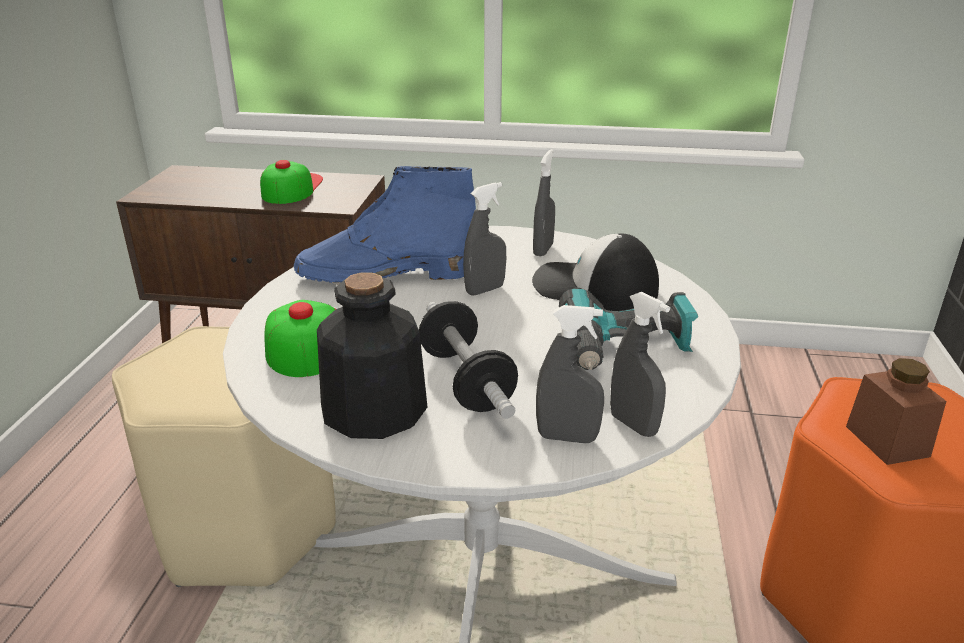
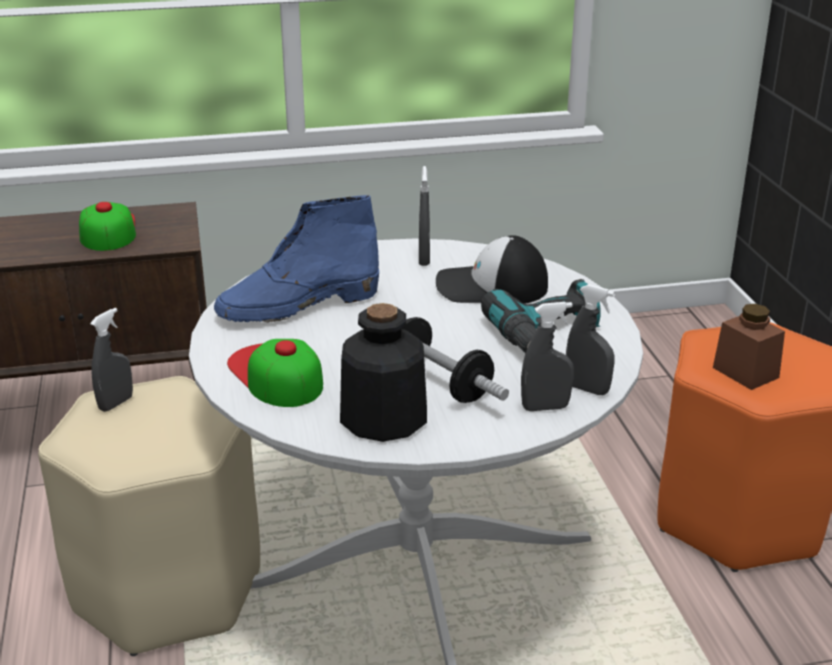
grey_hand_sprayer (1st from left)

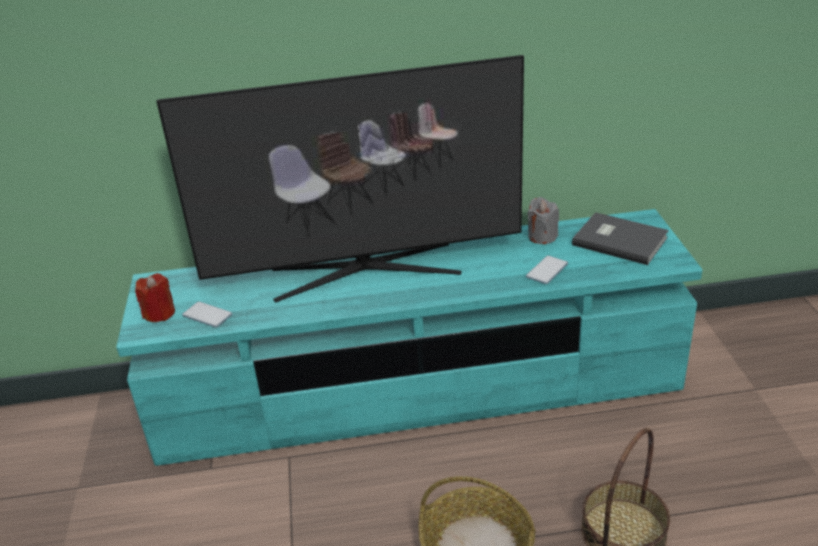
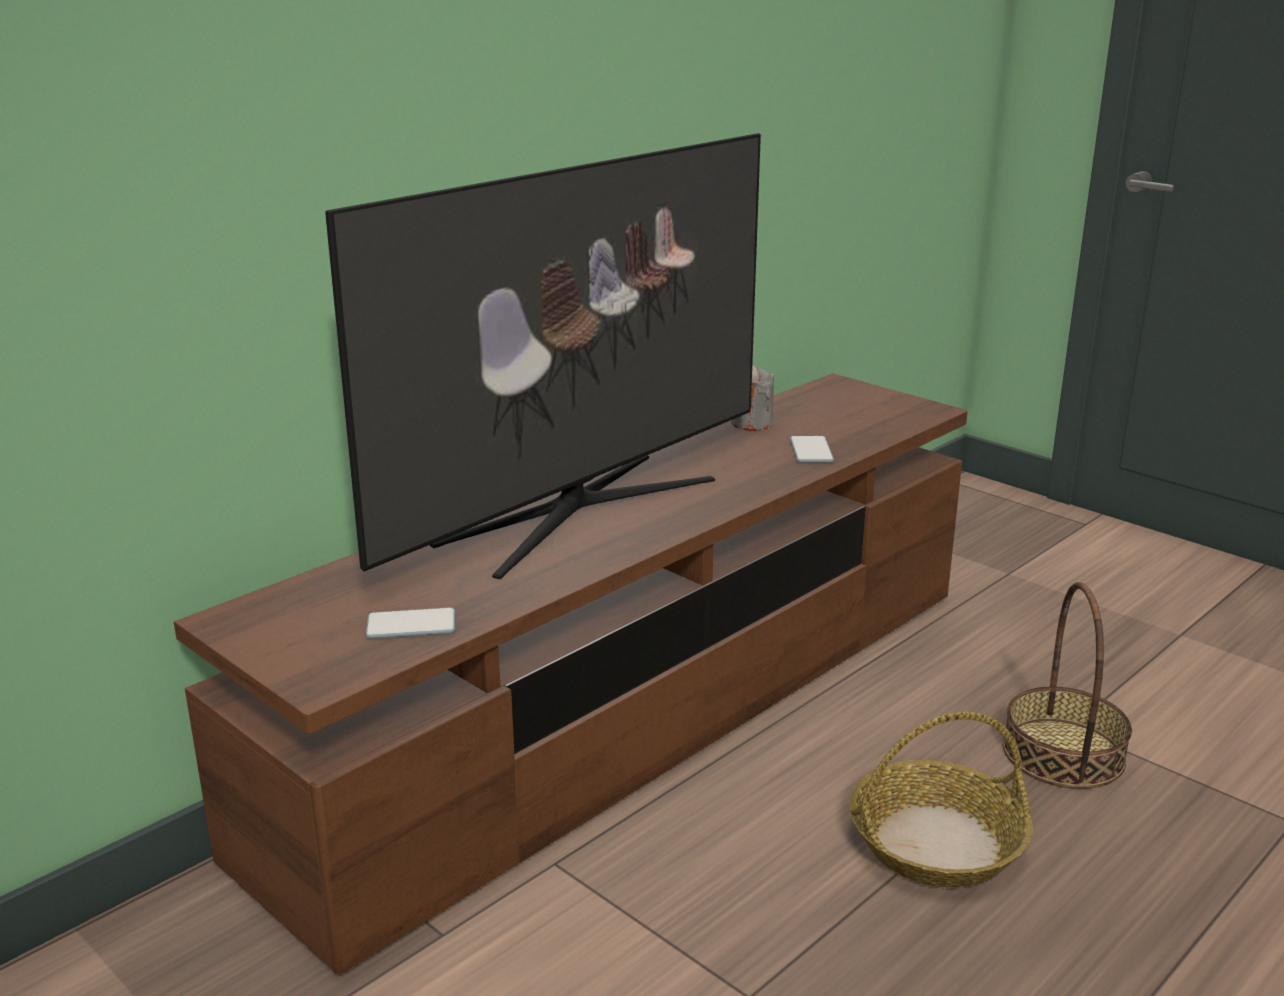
brownish_tv_stand
reddish_wax_candle
grey_bound_book

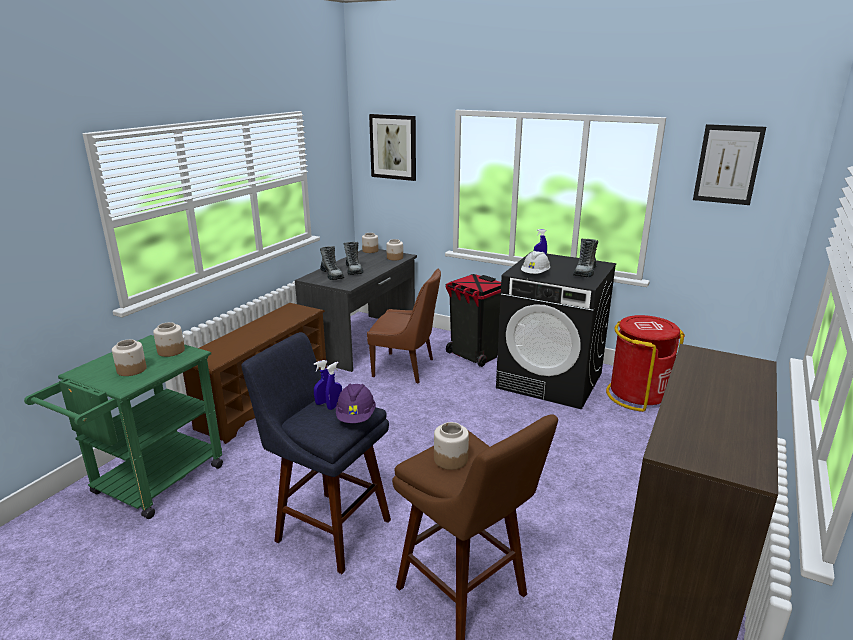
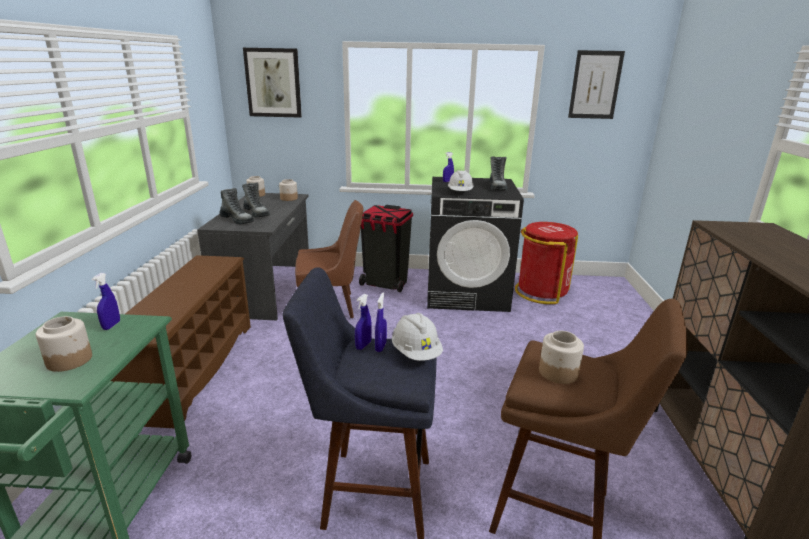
blue_hand_sprayer (1st from left)
white_hard_hat (1st from left)

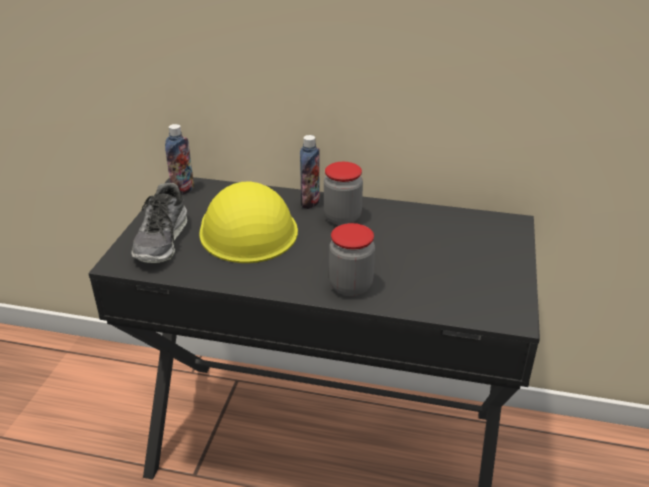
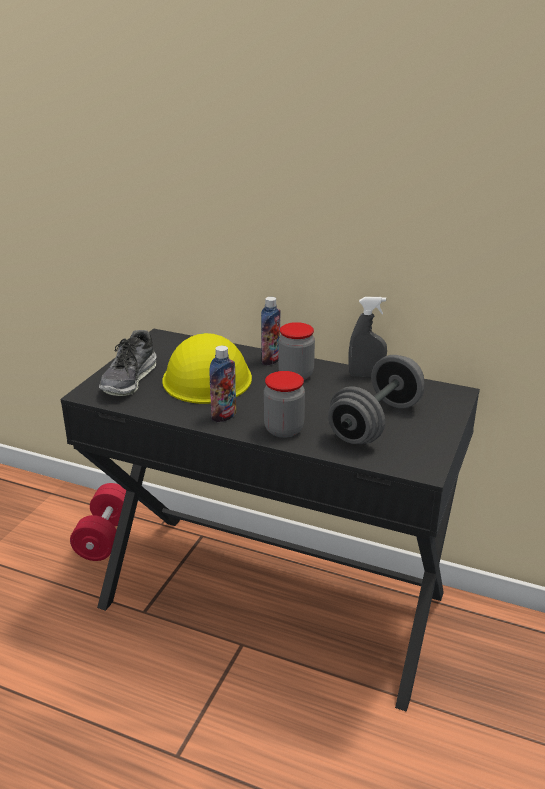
bottle (1st from left)
reddish_free_weight
grey_free_weight
grey_hand_sprayer

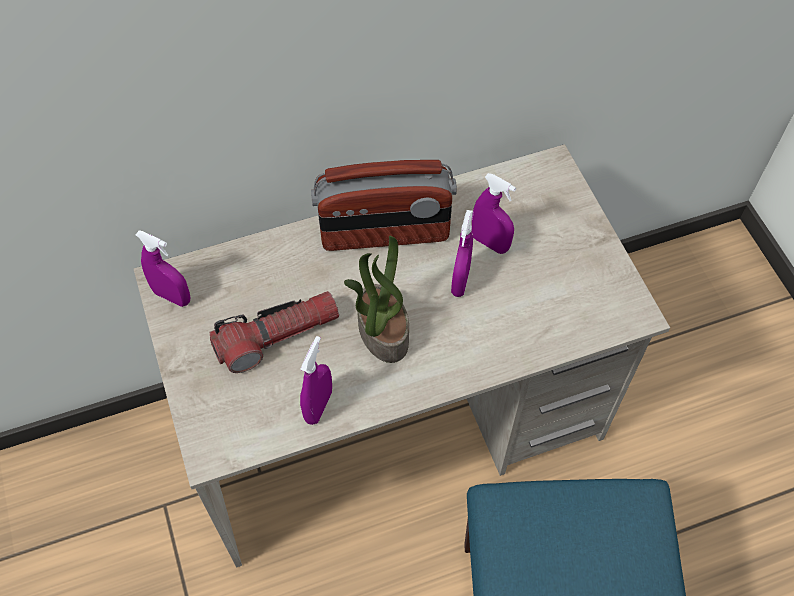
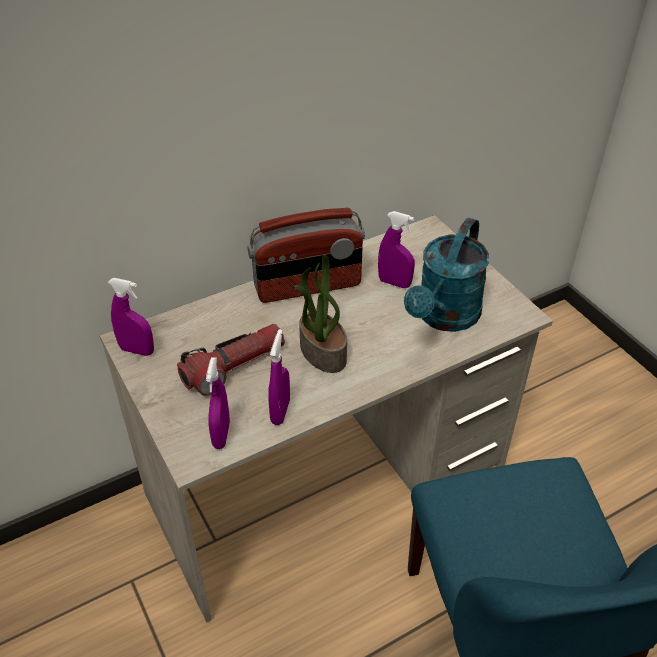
purple-coloured_hand_sprayer (2nd from left)
turquoise_sprinkling_can

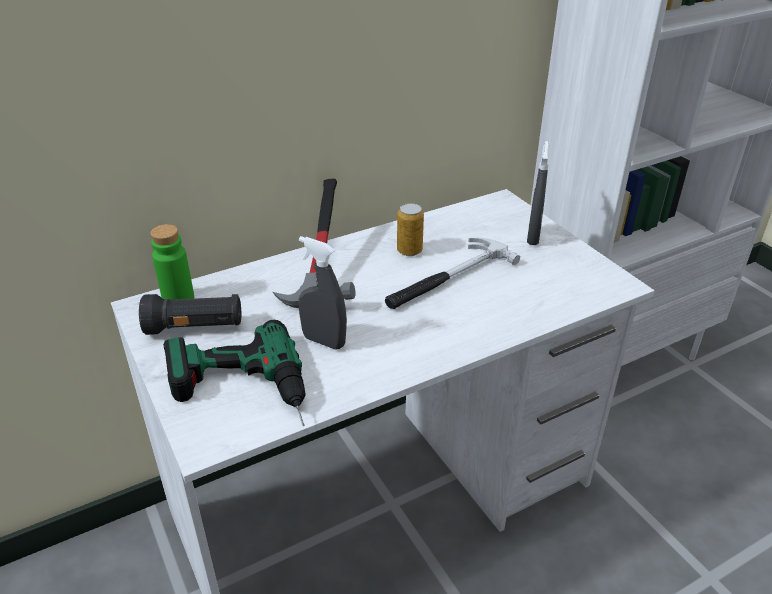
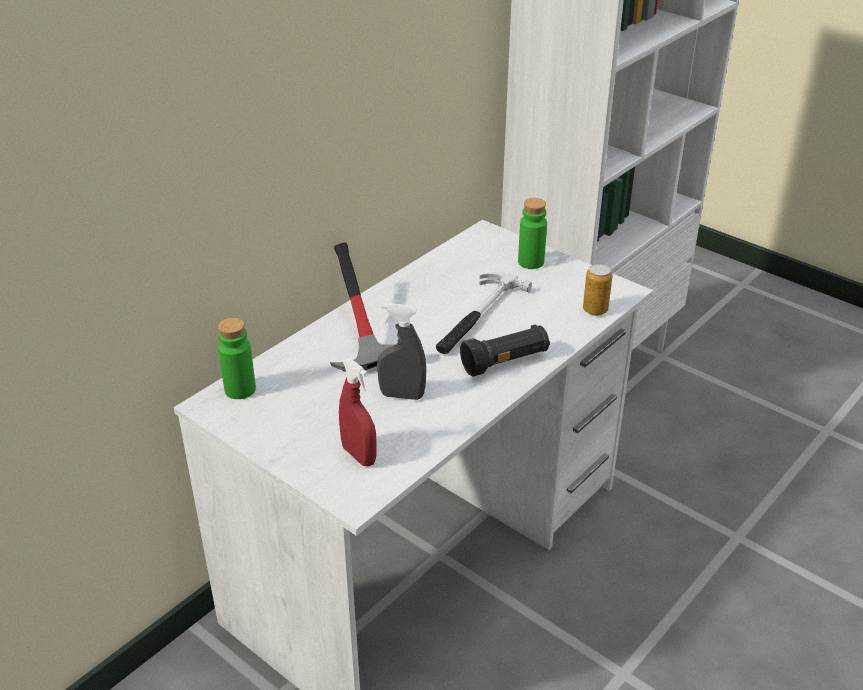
black-coloured_torch
reddish_hand_sprayer
metal_can
greenish_bottle (2nd from left)

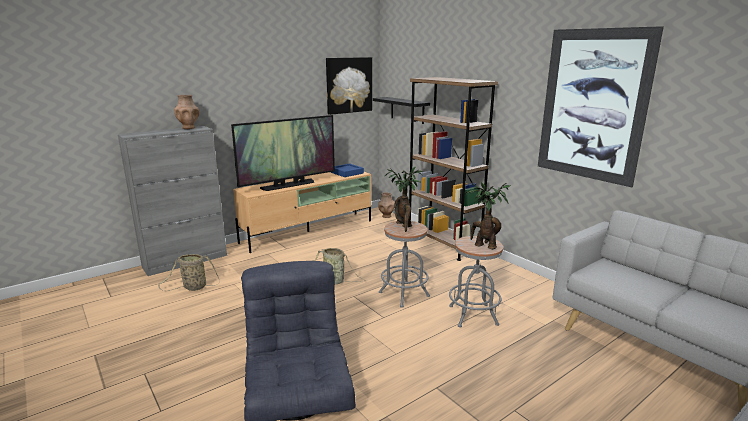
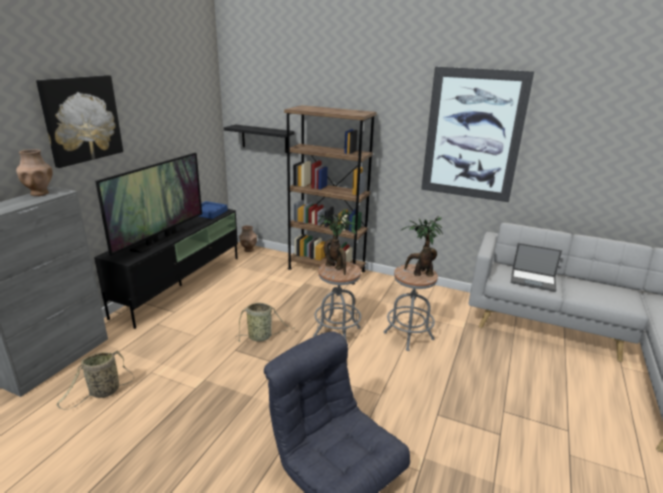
black-coloured_tv_stand
wall_picture (1st from left)
portable_computer

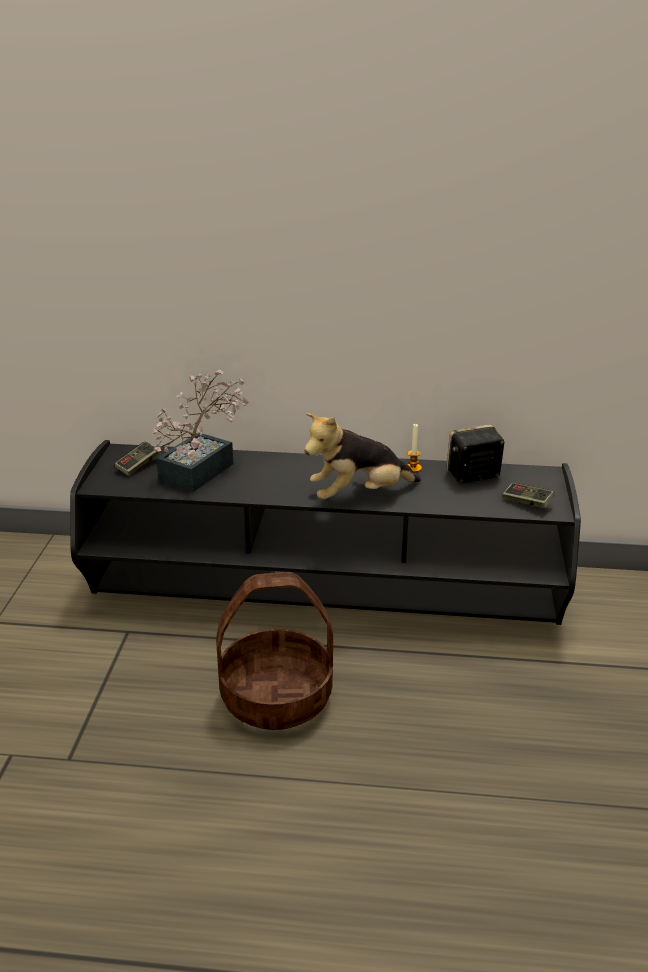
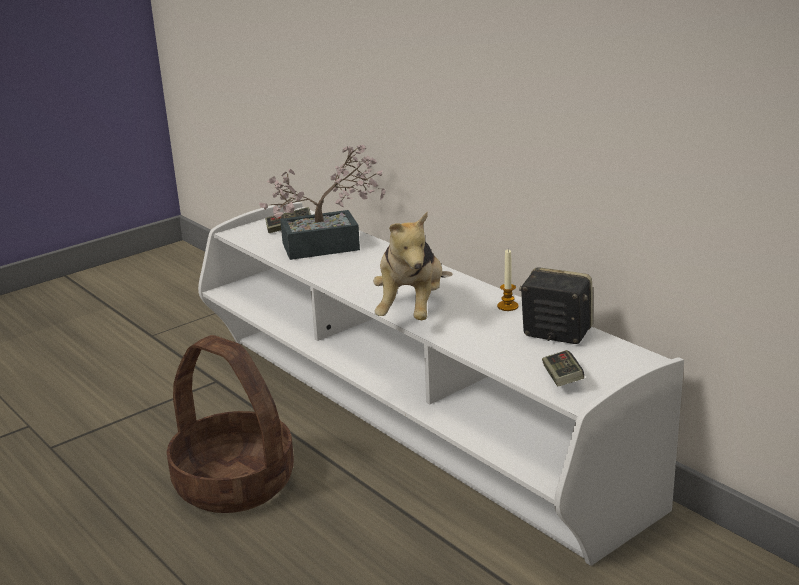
white_tv_stand
cuddly_toy

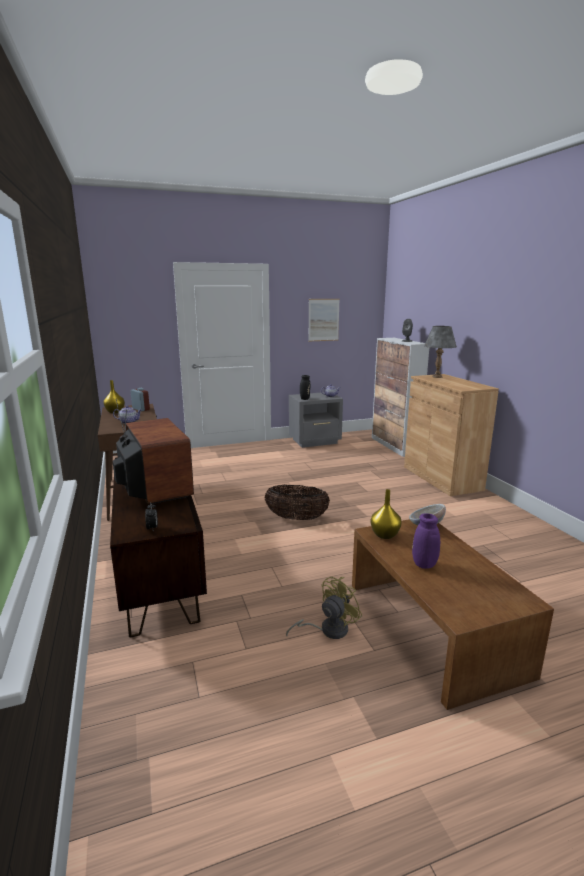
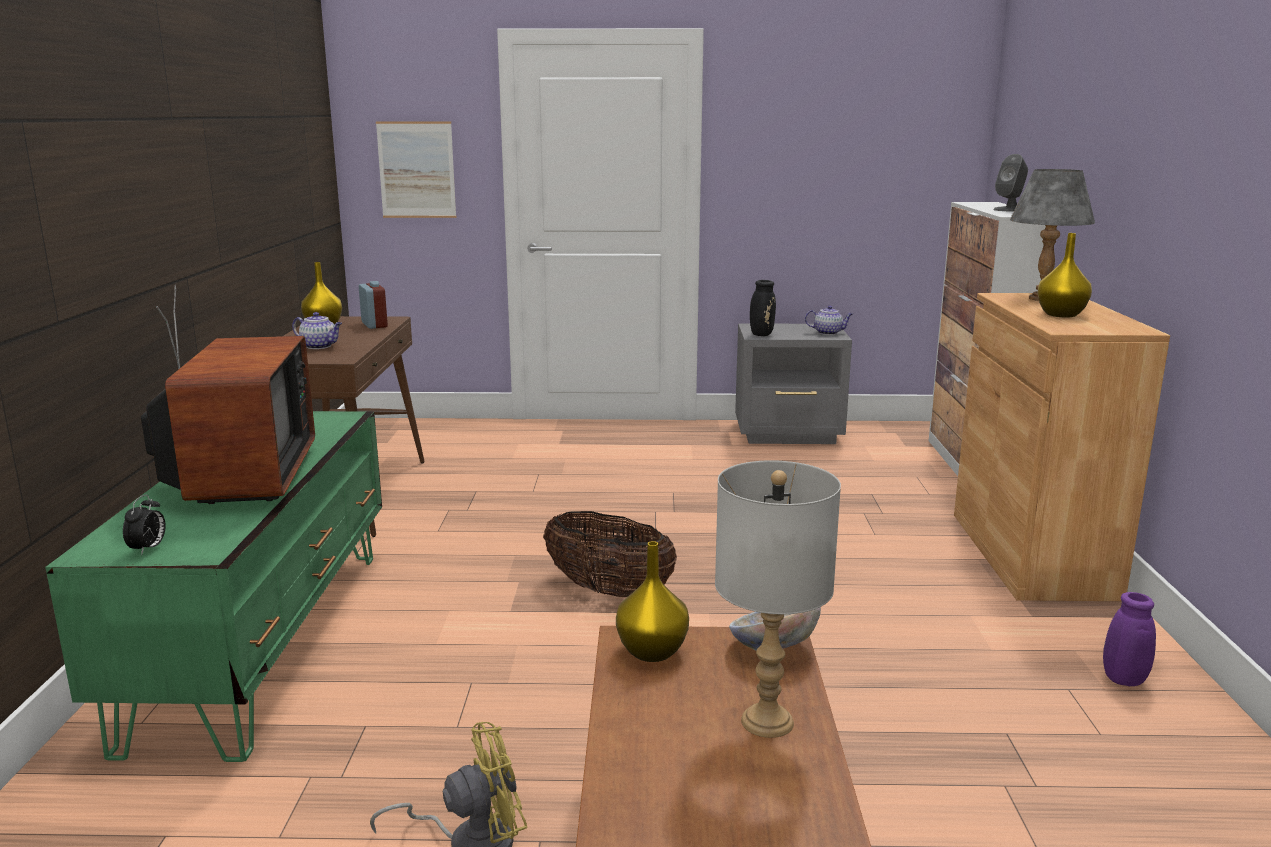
greenish_tv_stand
wall_picture
purple-coloured_decorative_vase
grey_tabletop_lamp (1st from left)
yellow_decorative_vase (3rd from left)

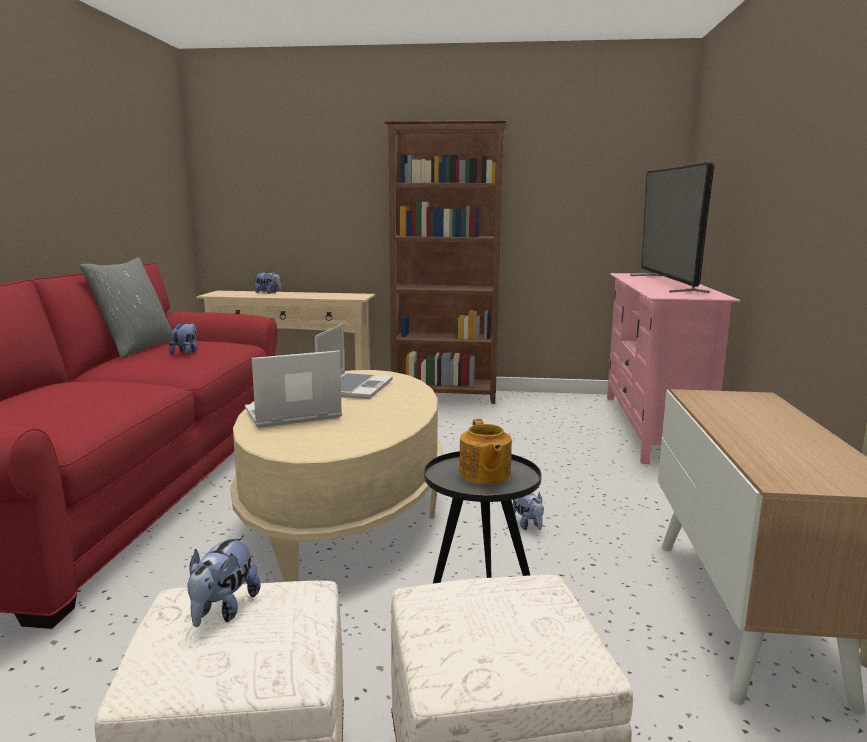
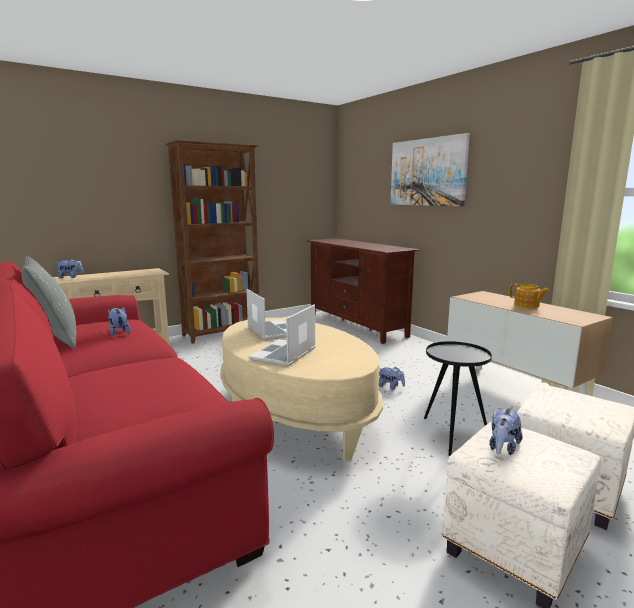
cuddly_toy (4th from left)
teapot
brownish_tv_stand
TV
wall_picture

